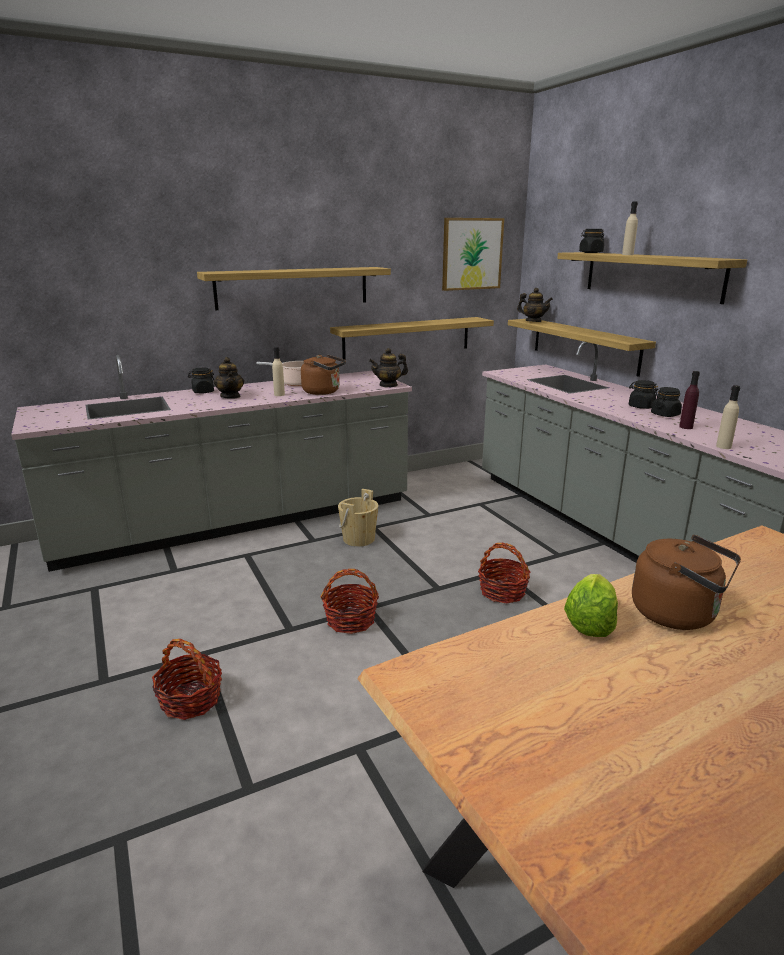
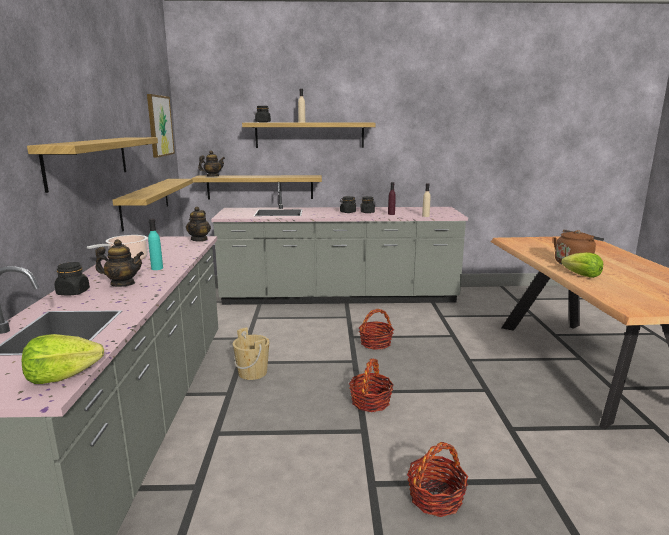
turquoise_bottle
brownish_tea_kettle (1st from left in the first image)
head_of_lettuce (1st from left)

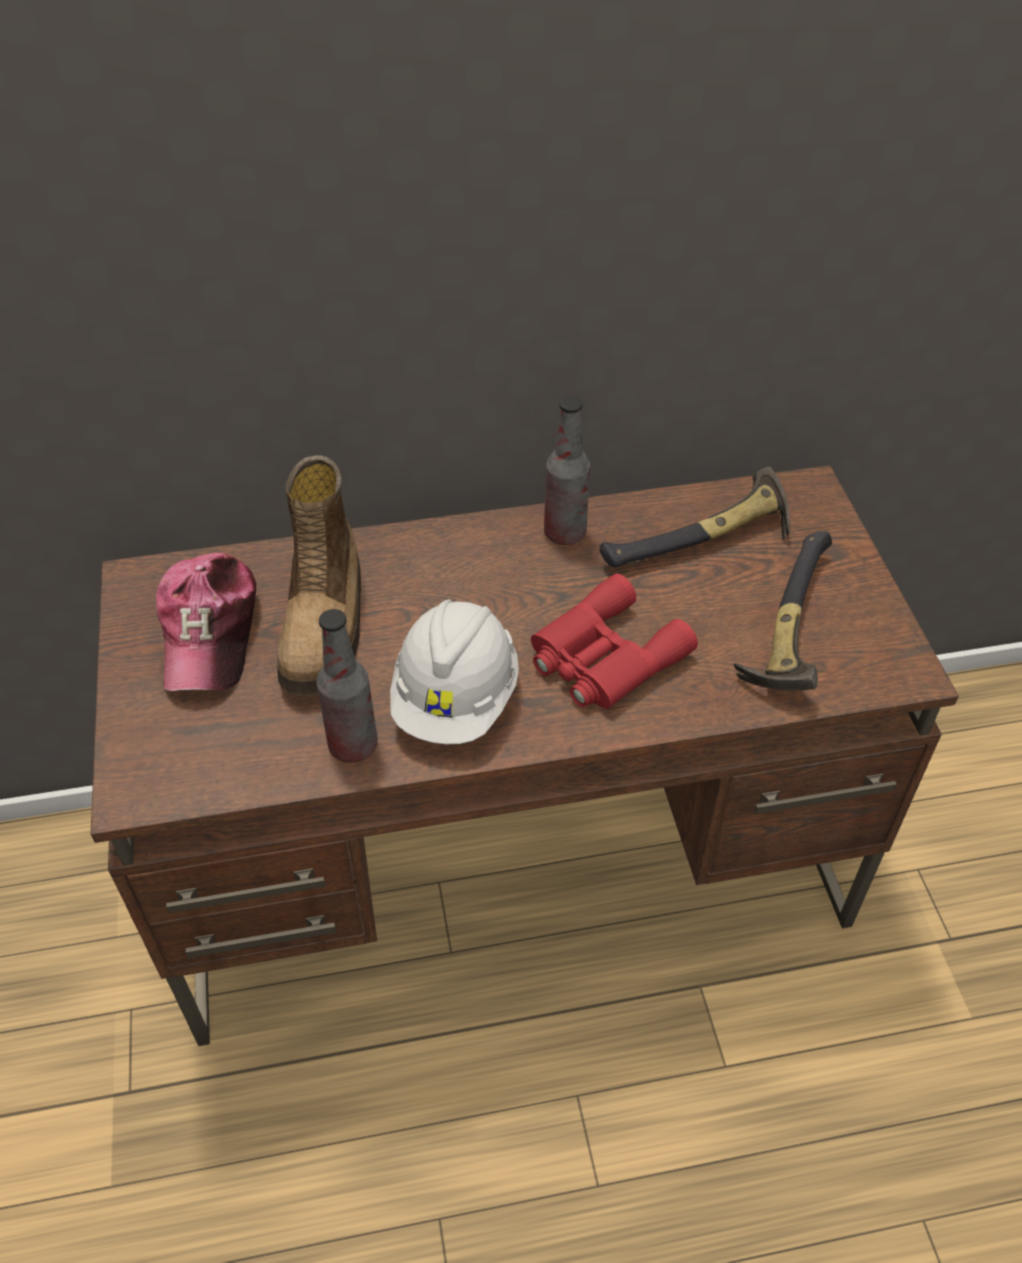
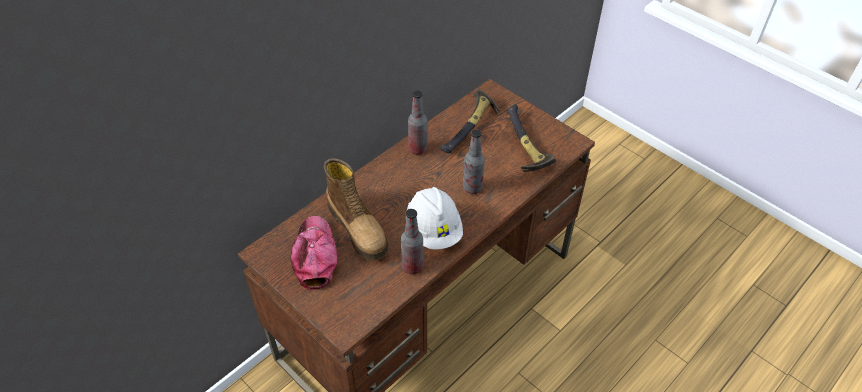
baseball_cap
bottle (3rd from left)

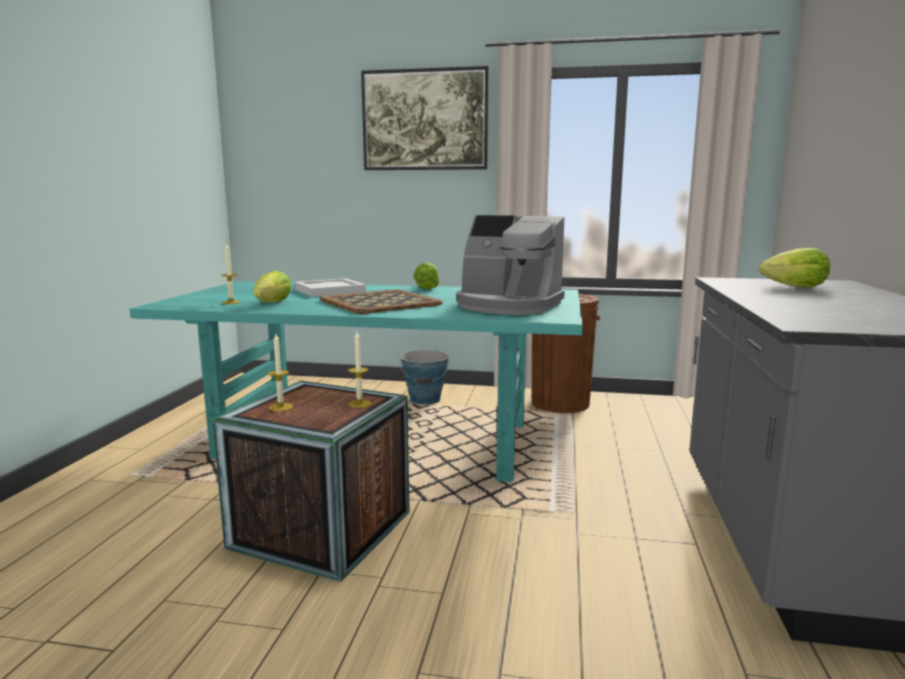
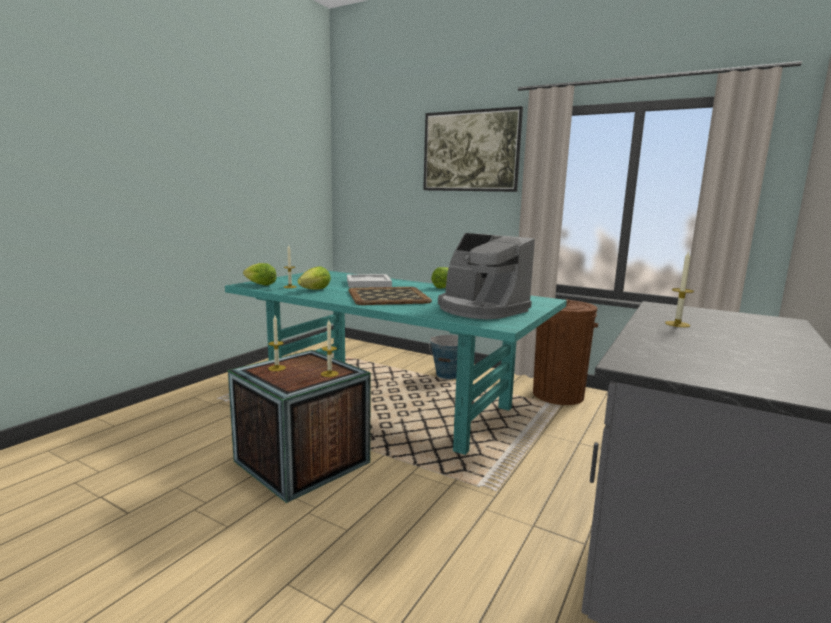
head_of_lettuce (1st from left)
wax_candle (4th from left)

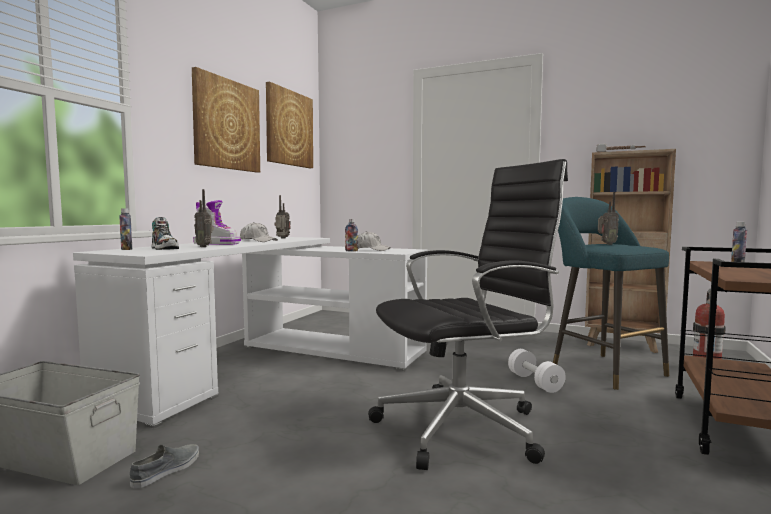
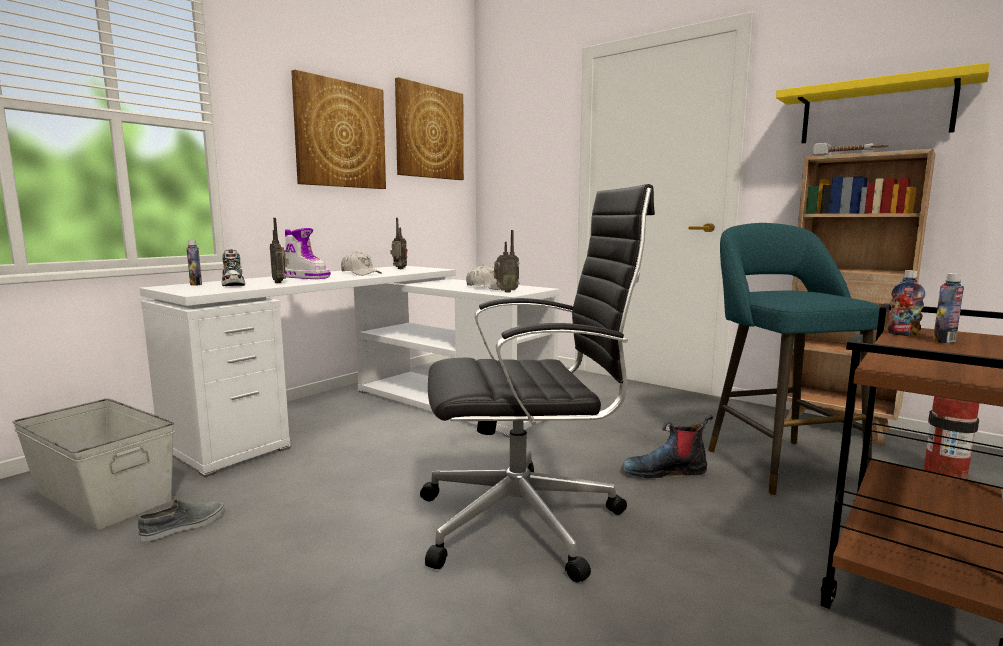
bottle (2nd from left)
boot (2nd from left)
radio (3rd from left)
yellow_bracket_shelf

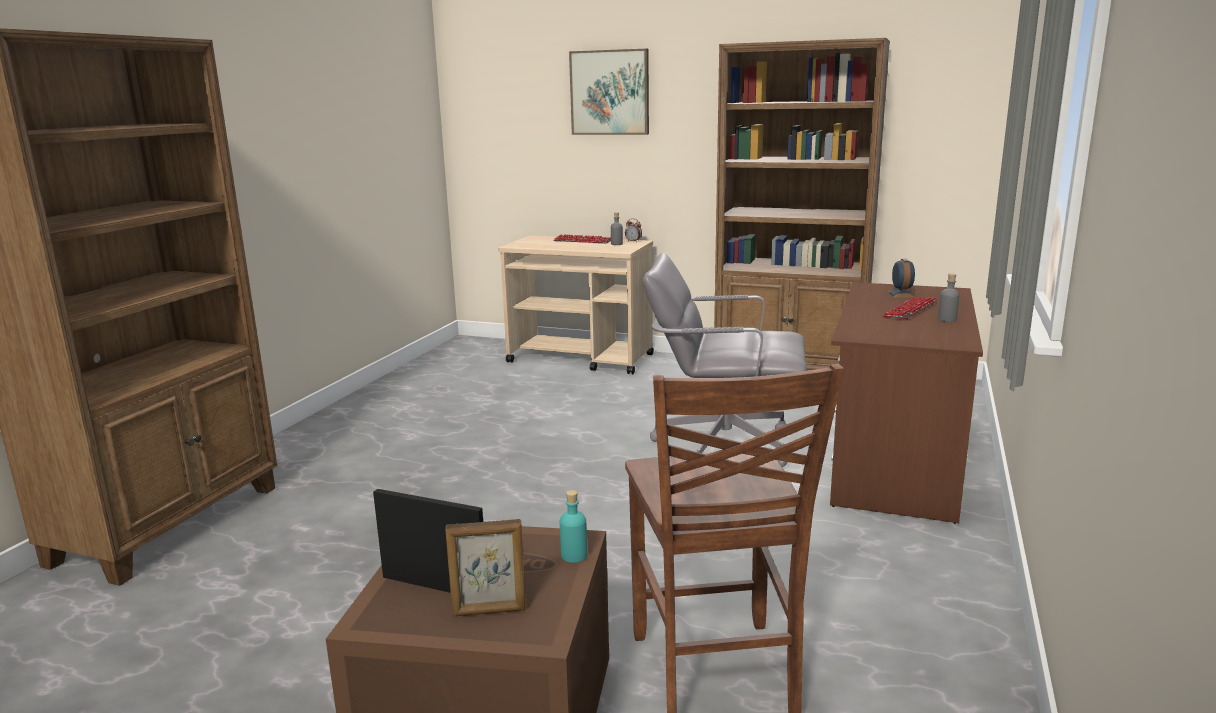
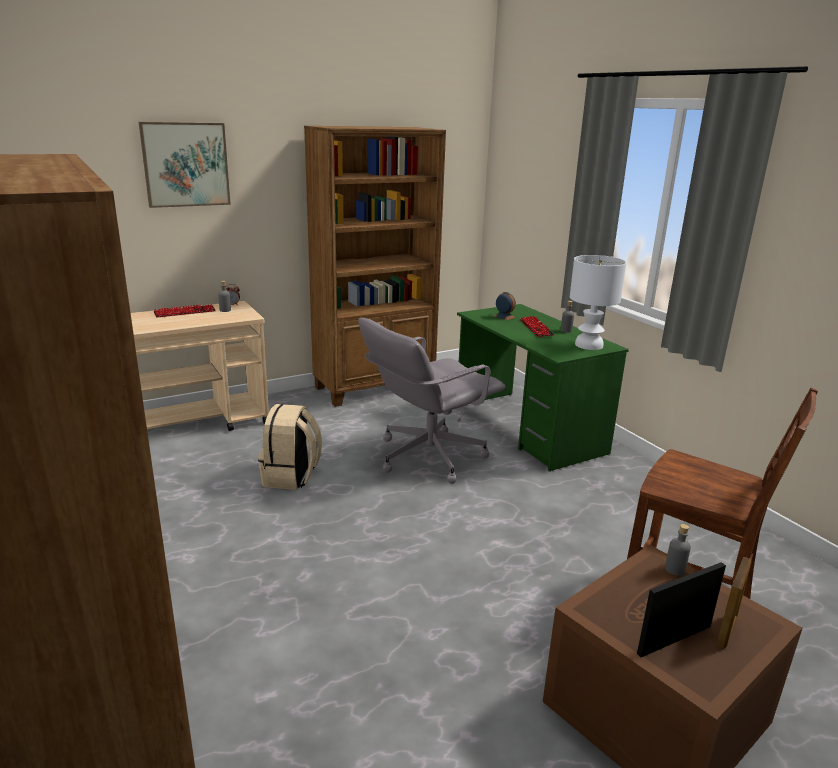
grey_bottle (3rd from left)
greenish_desk_table
beige-coloured_knapsack
white_tabletop_lamp

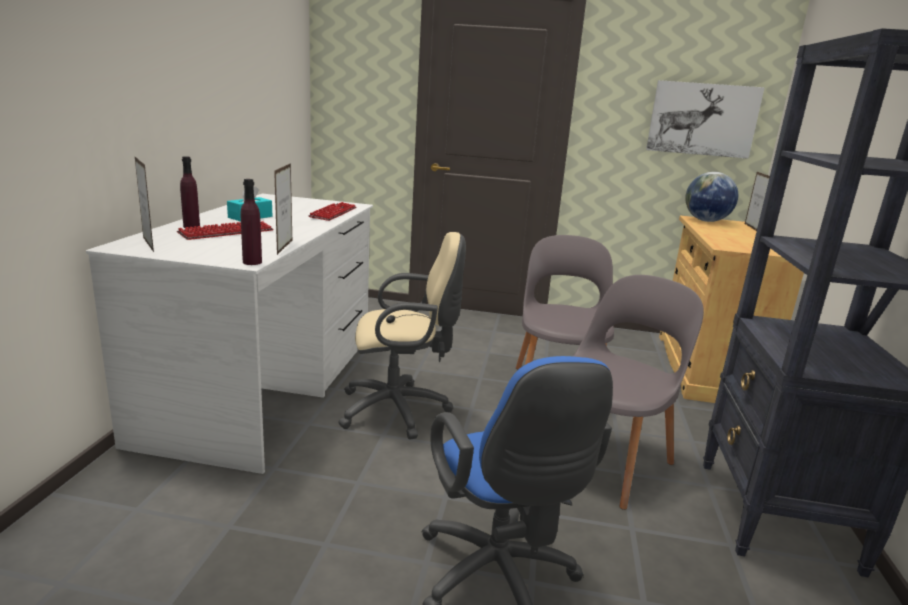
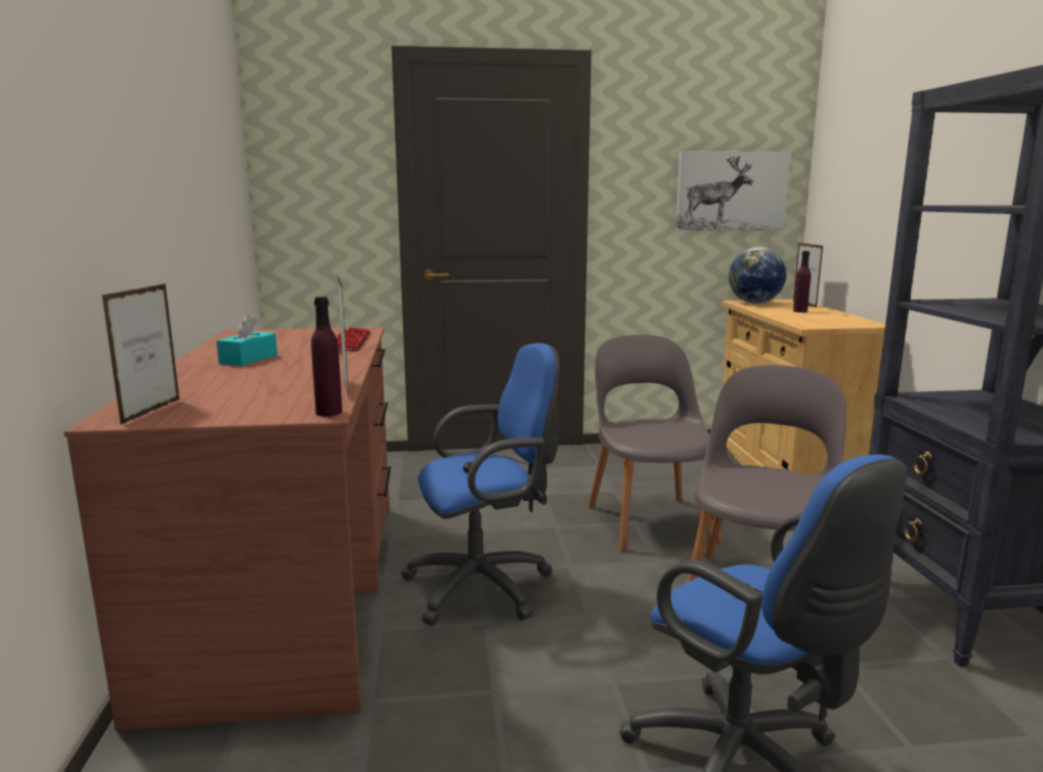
brownish_desk_table
photo_frame (1st from left)
keyboard (1st from left in the first image)
purple-coloured_bottle (2nd from left)
blue_computer_chair (1st from left)

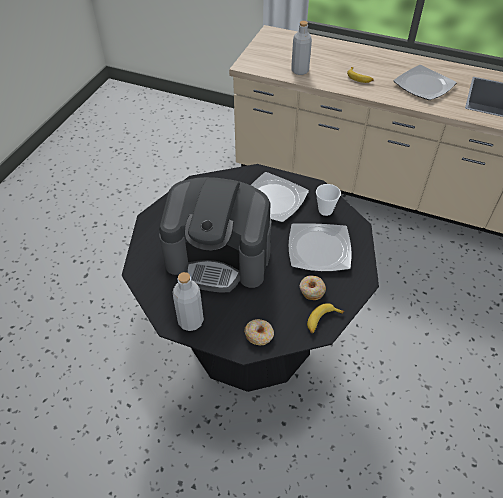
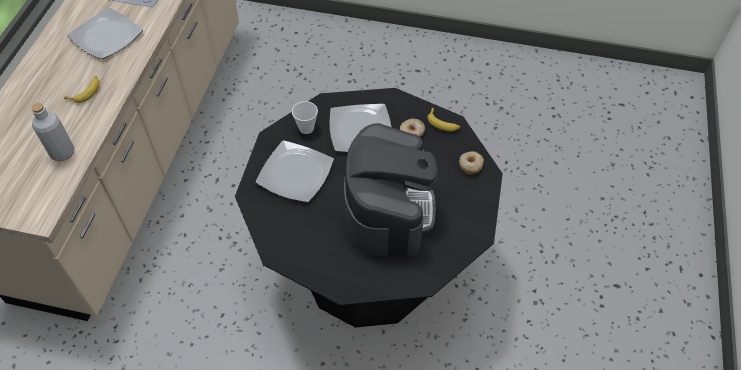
grey_bottle (1st from left in the first image)

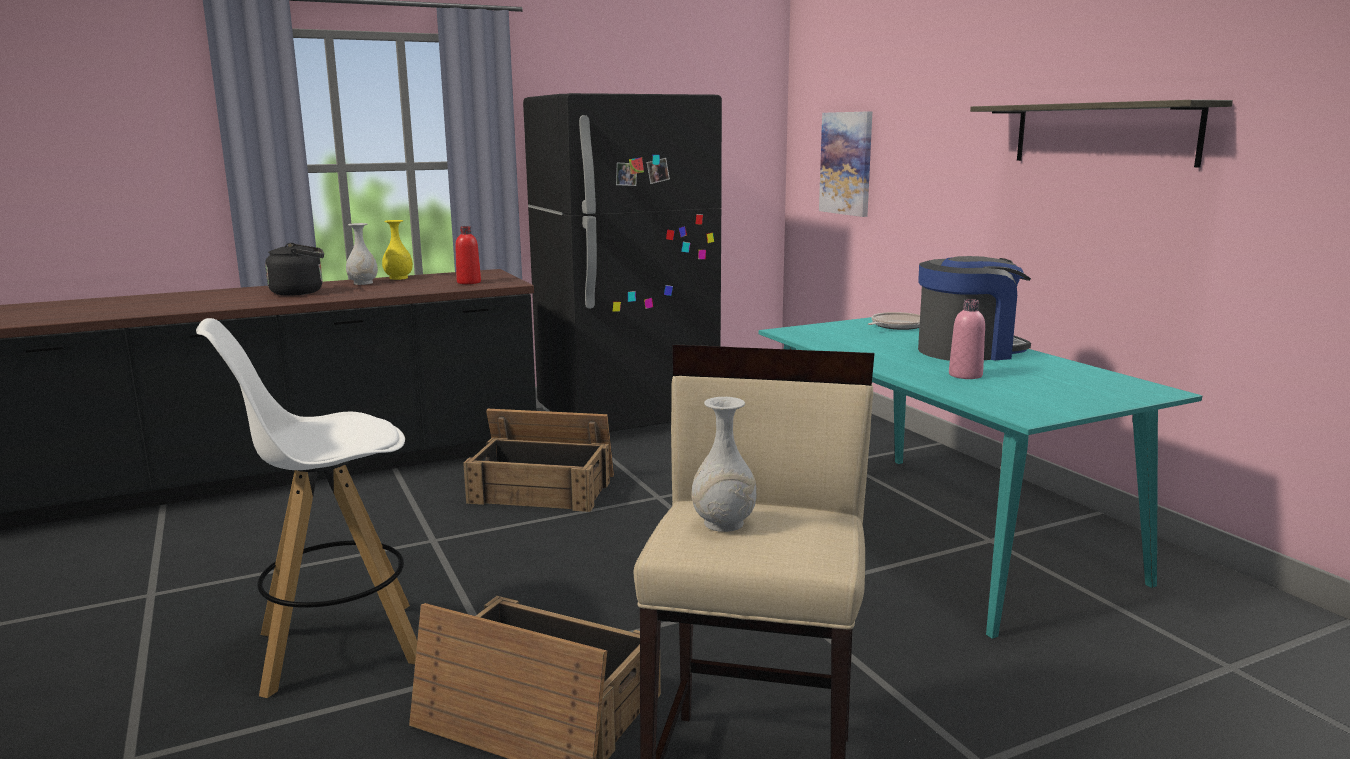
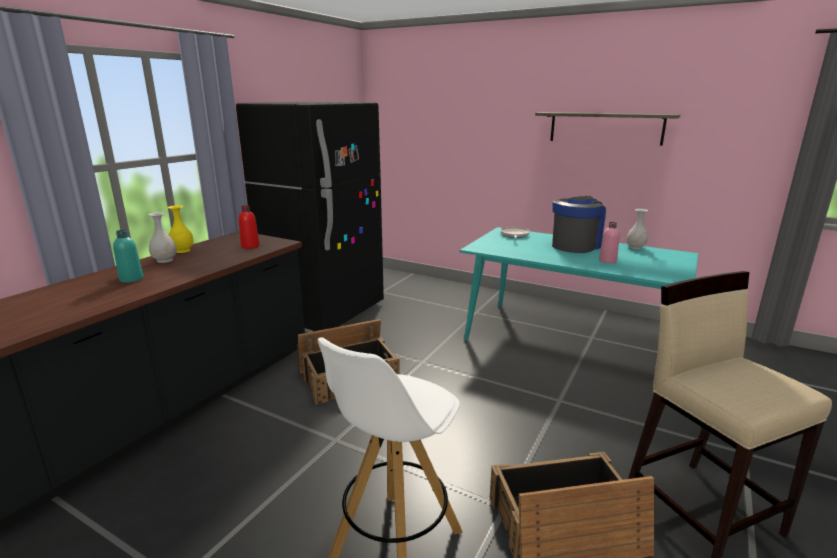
turquoise_bottle
white_decorative_vase (2nd from left)
wall_picture

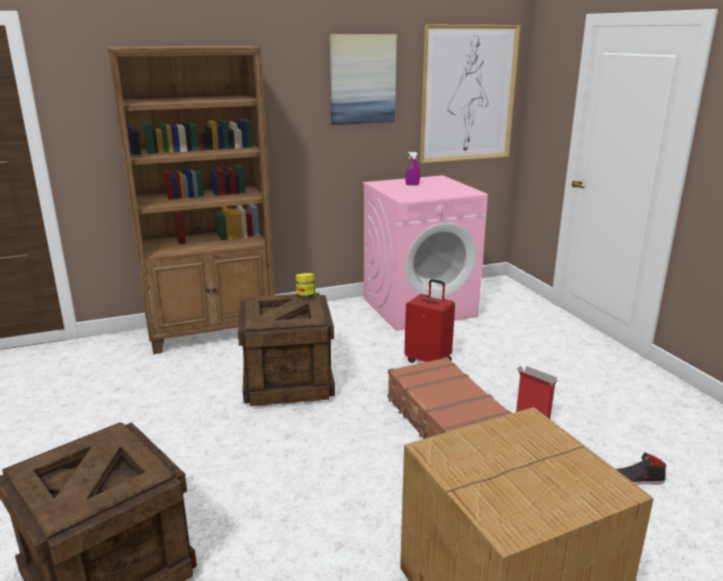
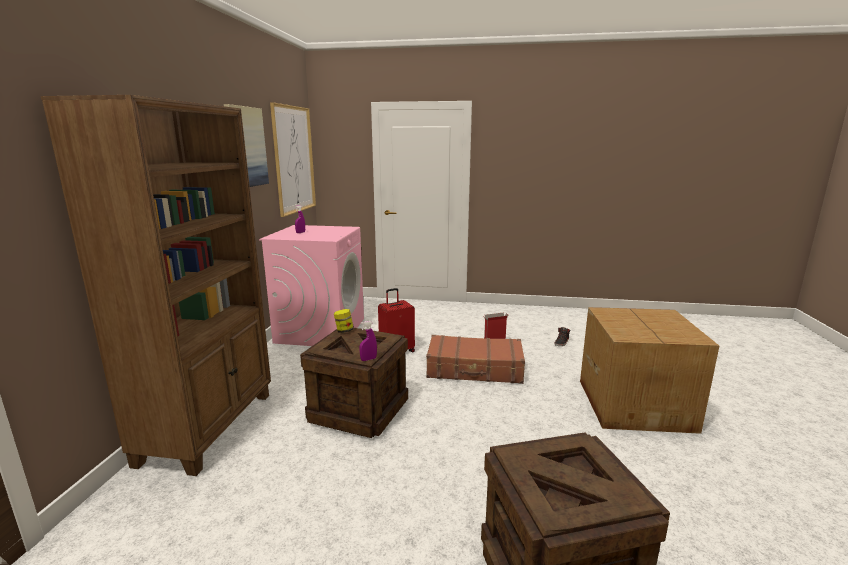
purple-coloured_hand_sprayer (2nd from left)

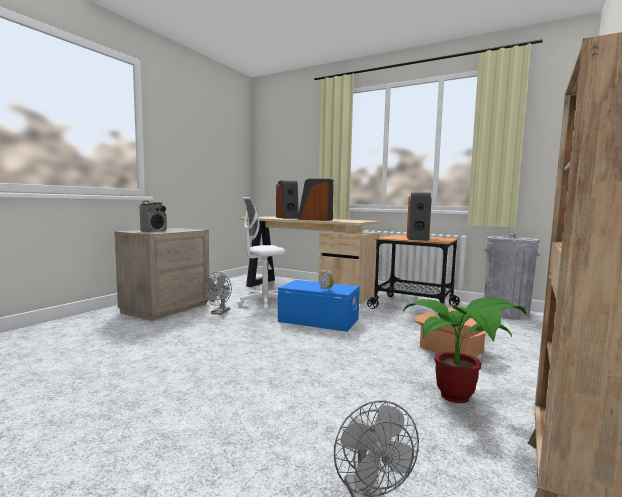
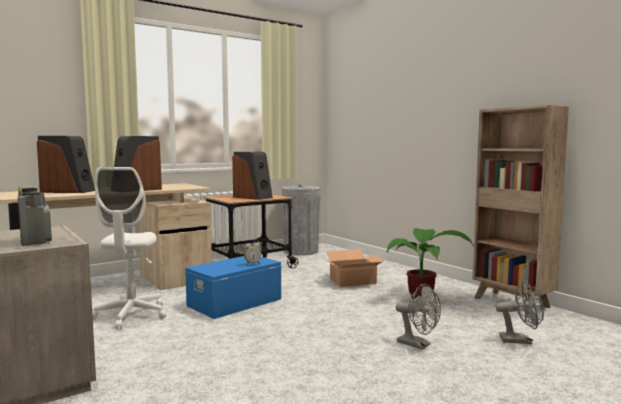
grey_electric_fan (1st from left)

